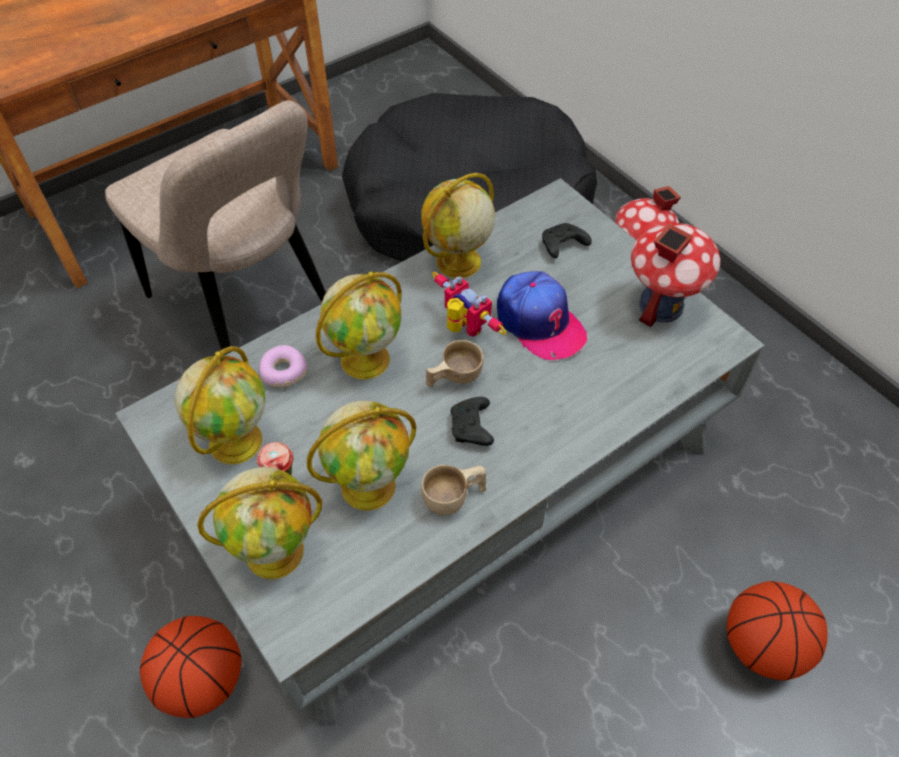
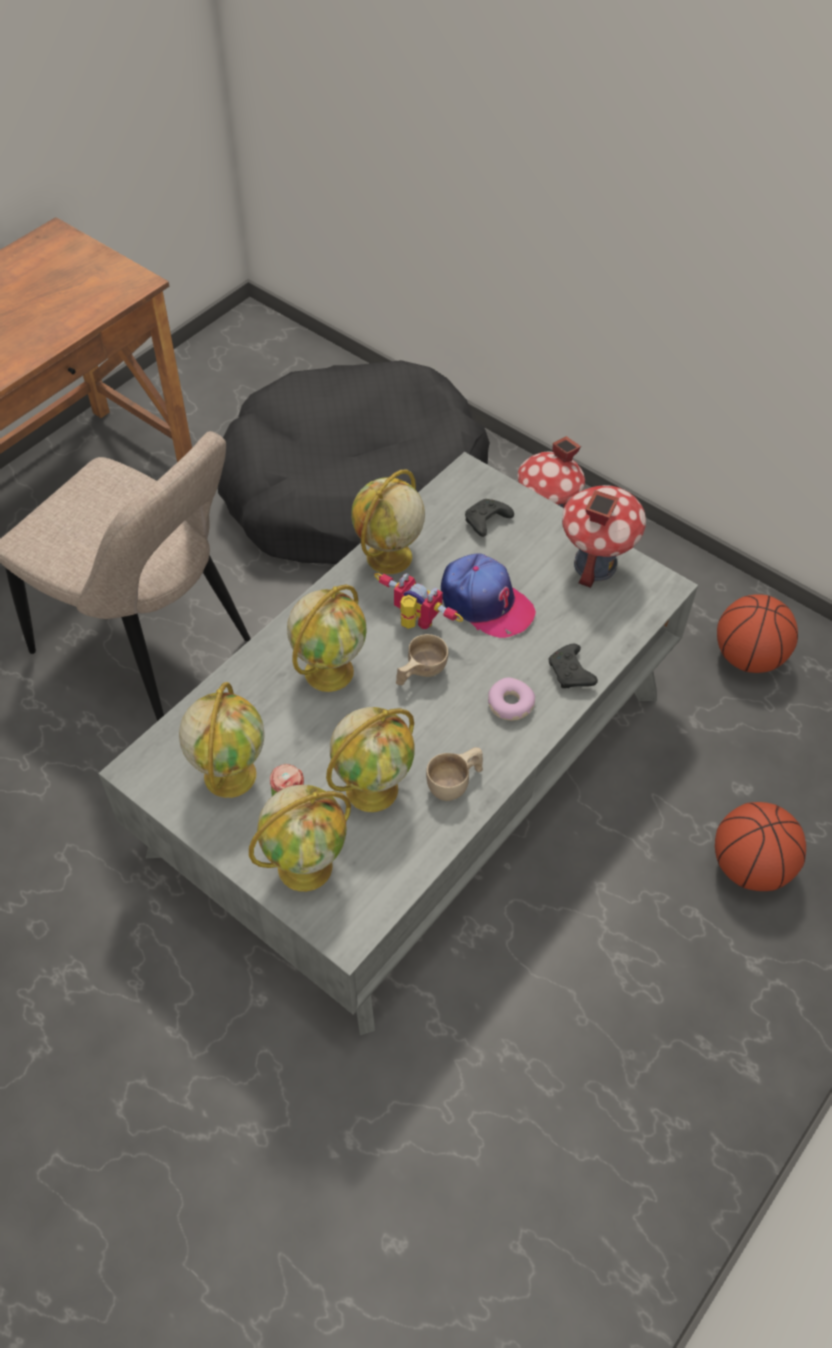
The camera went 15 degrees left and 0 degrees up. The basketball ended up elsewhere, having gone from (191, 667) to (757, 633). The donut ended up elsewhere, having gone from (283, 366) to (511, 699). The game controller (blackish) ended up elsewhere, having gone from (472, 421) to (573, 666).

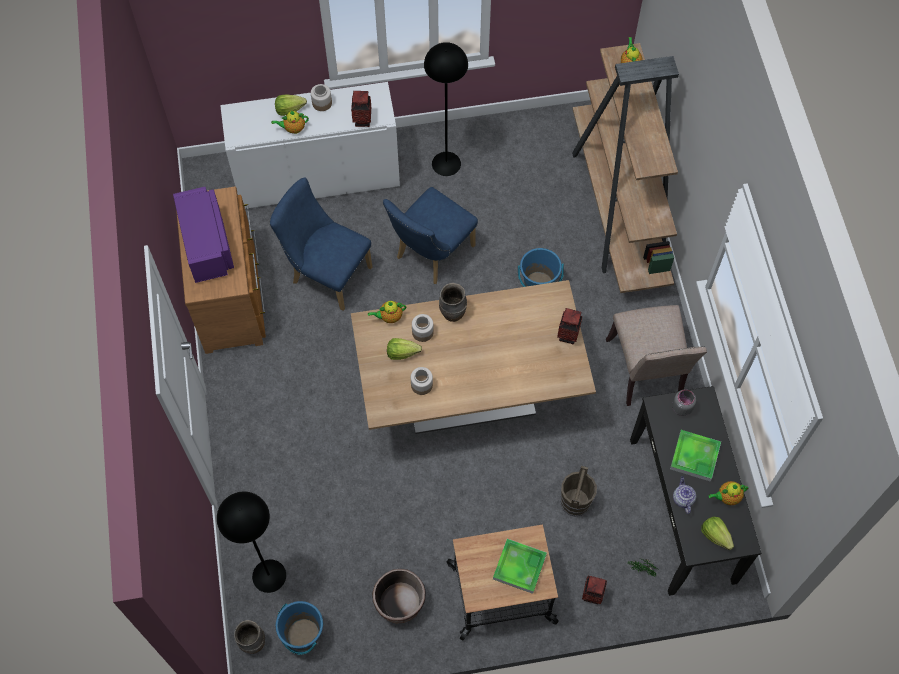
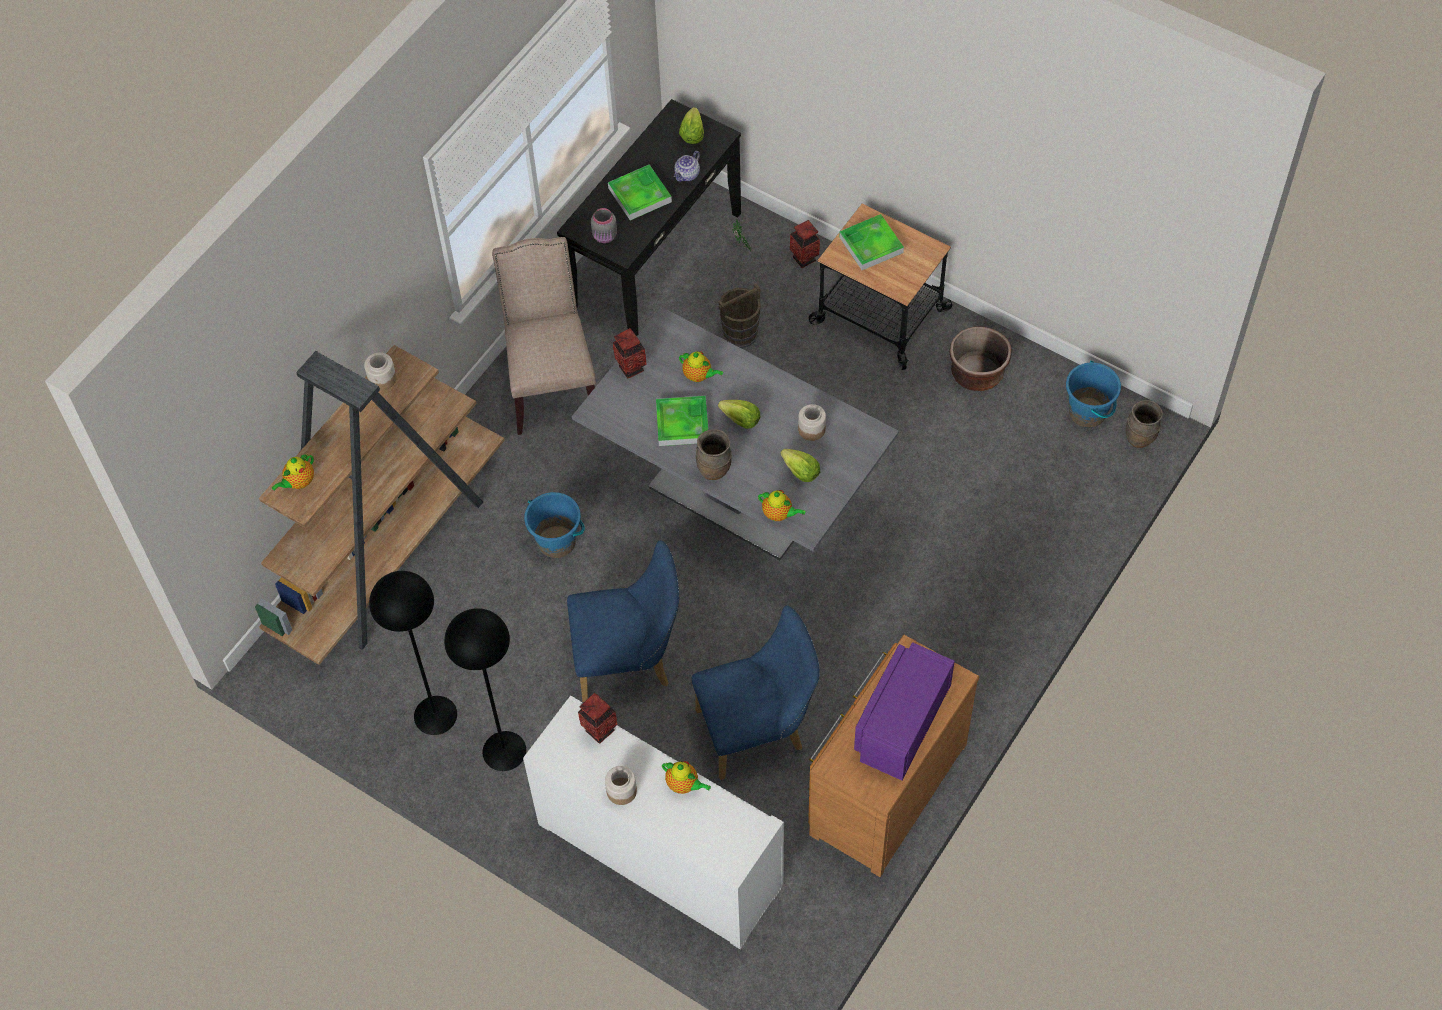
The camera went 135 degrees left and 5 degrees down. The second view gained the tray at (682, 421). The standing lamp (blackish) ended up elsewhere, having gone from (251, 542) to (413, 653). The lettuce ended up elsewhere, having gone from (291, 105) to (739, 414). The storage jar ended up elsewhere, having gone from (423, 328) to (380, 371). The pot for tea ended up elsewhere, having gone from (728, 493) to (701, 366). What was the kitchen table (brown) at (473, 357) turned into the kitchen table (gray) at (735, 433). The upright chair (blue) at (321, 244) ended up facing another way, 90 degrees counterclockwise from before. The upright chair (beige-coloured) at (656, 355) ended up facing another way, 45 degrees counterclockwise from before.

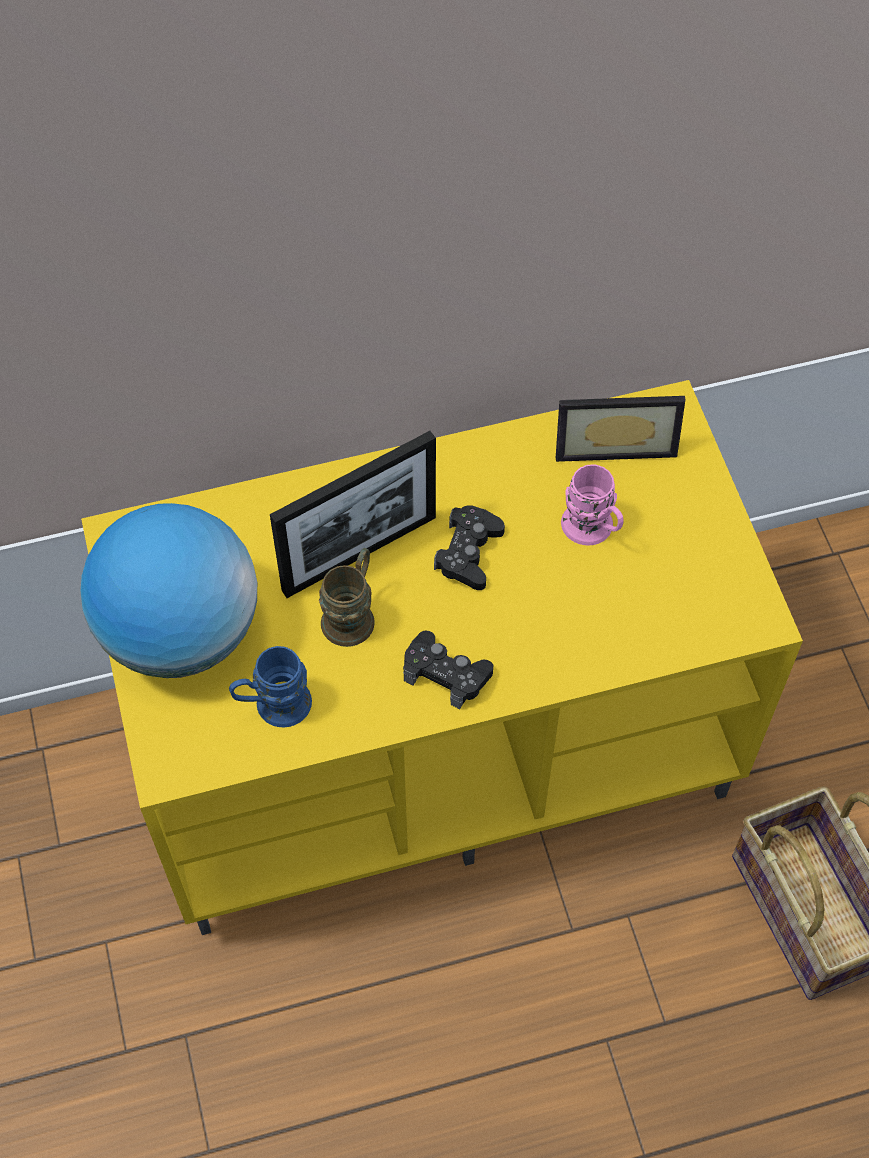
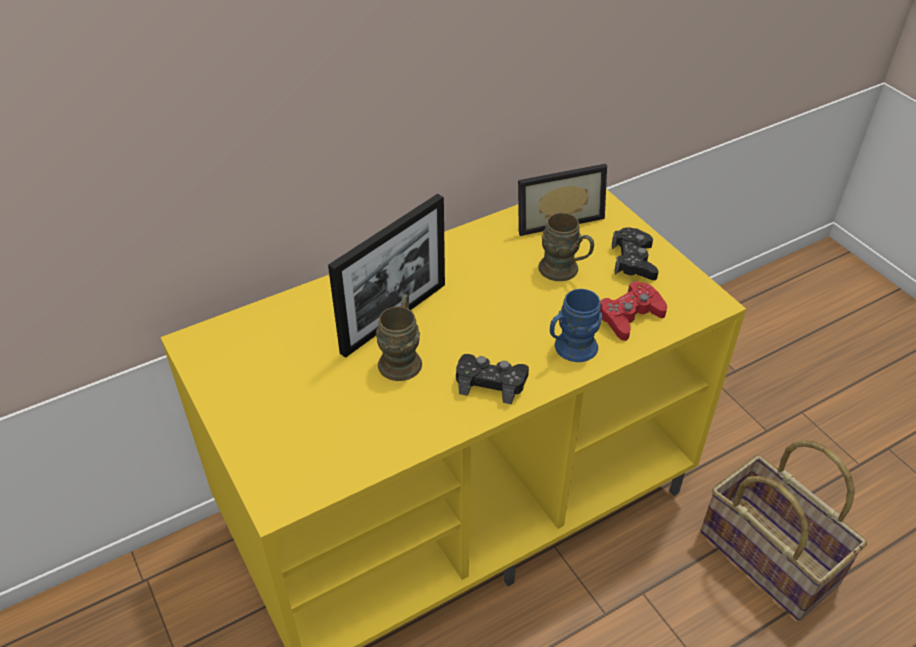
The camera went 15 degrees left and 15 degrees down. The second view lost the desk globe at (169, 590). The second view gained the game controller (reddish) at (633, 311). The mug (blue) ended up elsewhere, having gone from (270, 686) to (576, 325). The game controller (blackish) ended up elsewhere, having gone from (469, 547) to (635, 253). What was the mug (pinkish) at (592, 505) turned into the mug (brown) at (566, 247).

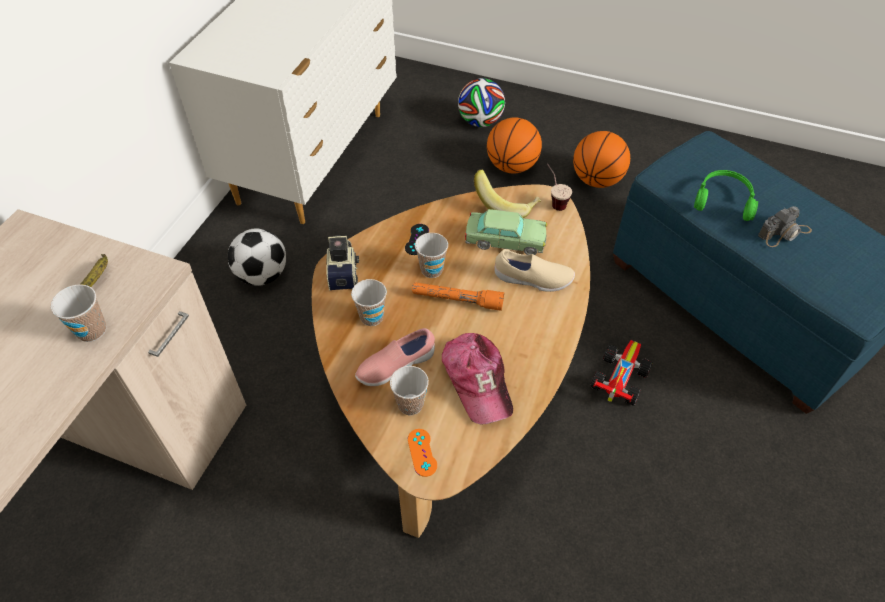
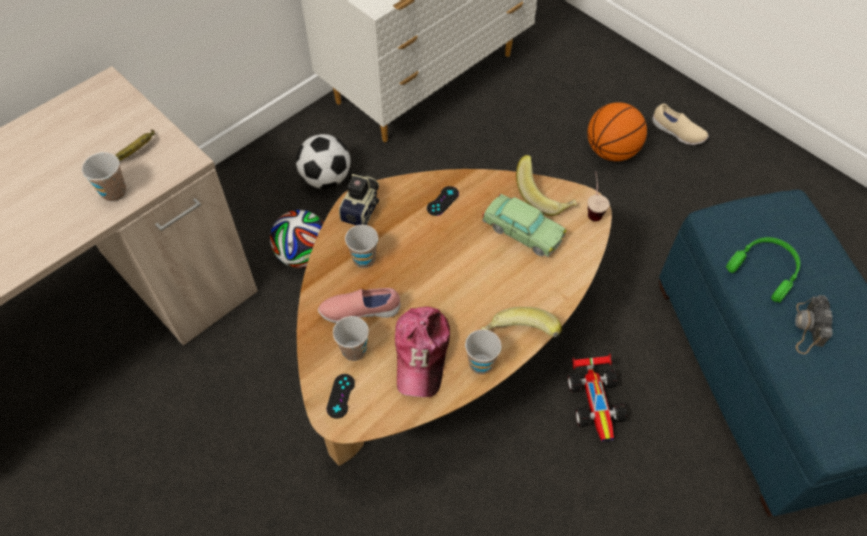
The camera went 25 degrees right and 5 degrees up. The second view lost the hand torch (orange-coloured) at (458, 296). The second view lost the basketball at (601, 159). The second view gained the banana at (521, 322). The drinking cup ended up elsewhere, having gone from (431, 255) to (483, 351). The football ended up elsewhere, having gone from (481, 102) to (297, 239). The low shoe (beige-coloured) ended up elsewhere, having gone from (534, 270) to (680, 124). What was the game controller (orange-coloured) at (422, 453) turned into the game controller (blackish) at (340, 396). The model car at (621, 373) ended up facing another way, 120 degrees clockwise from before. The photo camera at (785, 226) ended up facing another way, 105 degrees clockwise from before.

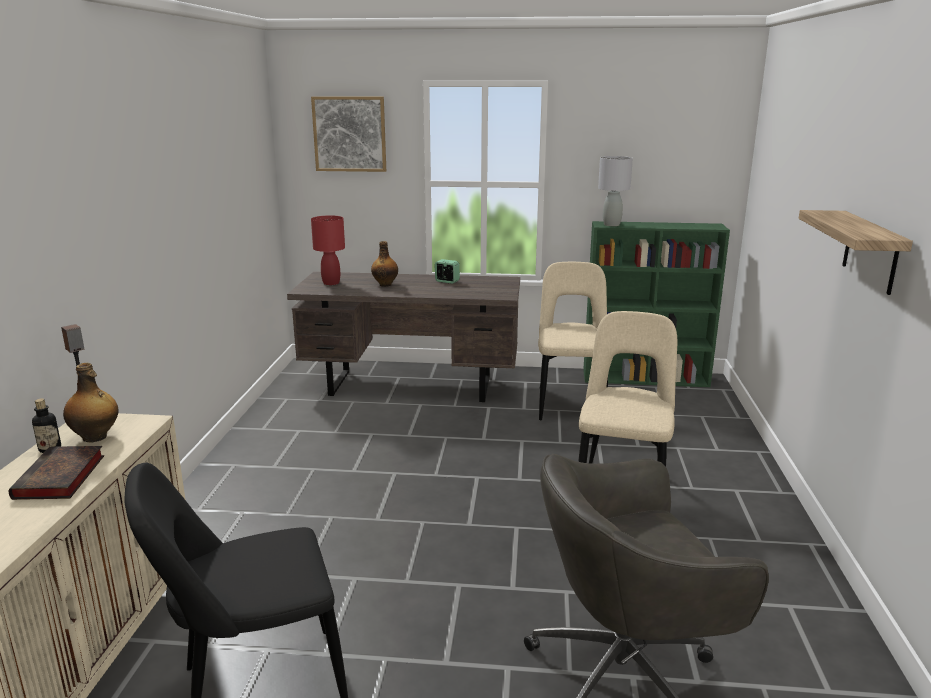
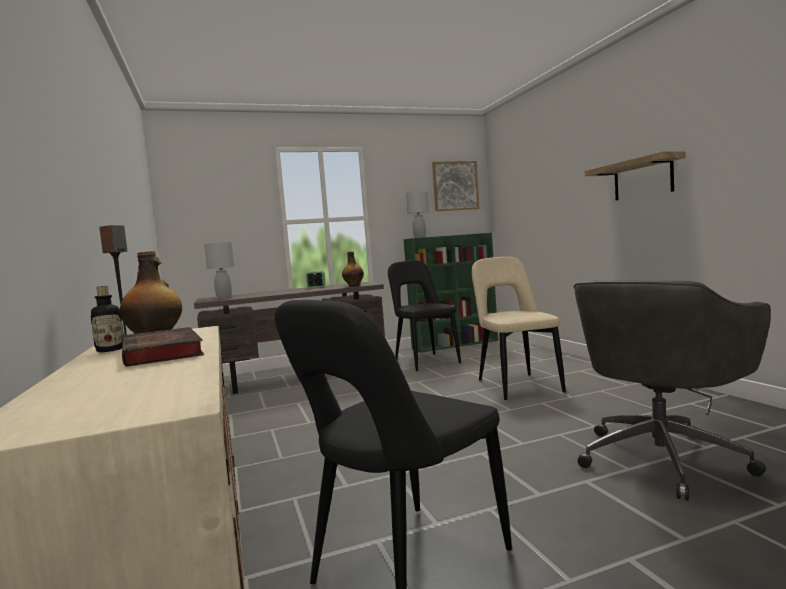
The camera went 25 degrees left and 15 degrees down. The picture ended up elsewhere, having gone from (348, 134) to (456, 186). The drink bottle ended up elsewhere, having gone from (384, 264) to (353, 269). What was the table lamp (reddish) at (328, 250) turned into the table lamp (gray) at (219, 270). What was the upright chair (beige-coloured) at (573, 341) turned into the upright chair (blackish) at (424, 316).

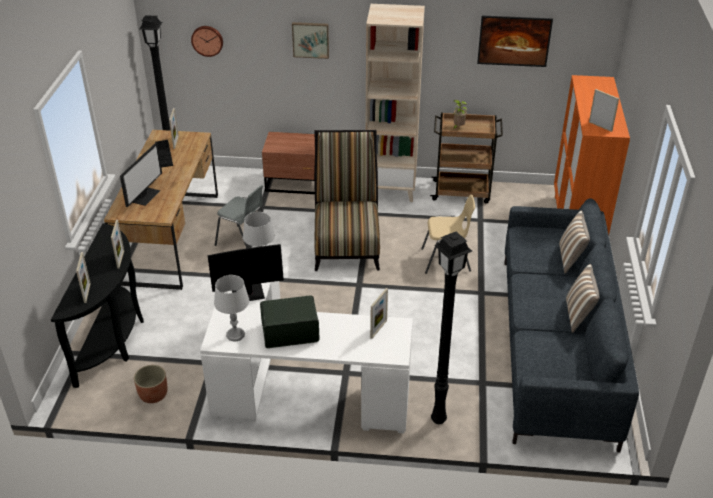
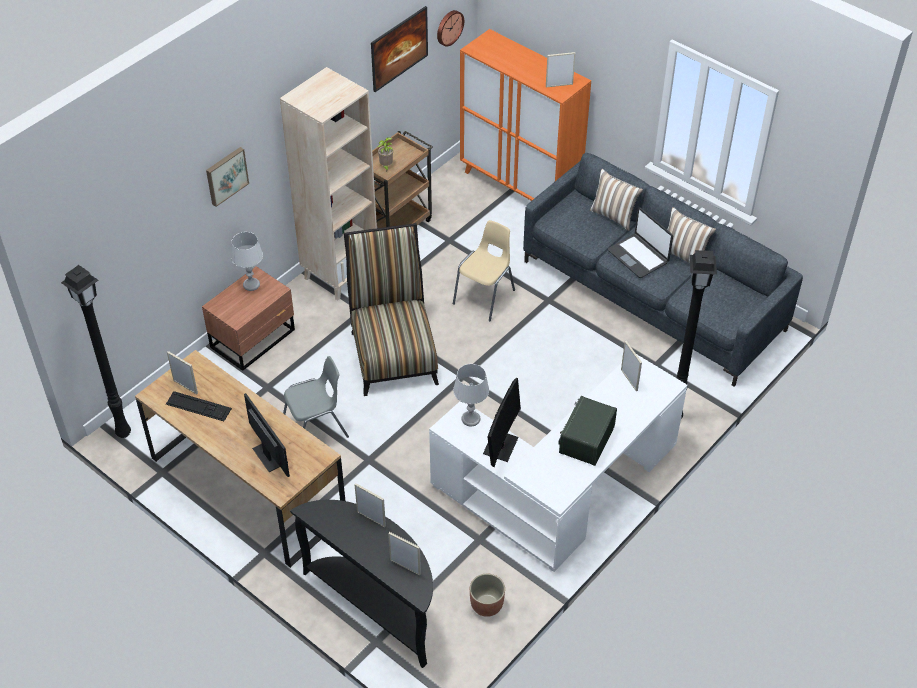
The camera went 55 degrees left and 10 degrees up. The second view gained the laptop at (640, 242). The clock on the wall ended up elsewhere, having gone from (207, 41) to (450, 28). The table lamp (gray) ended up elsewhere, having gone from (232, 308) to (247, 261). The upright chair at (347, 200) ended up facing another way, 45 degrees clockwise from before.

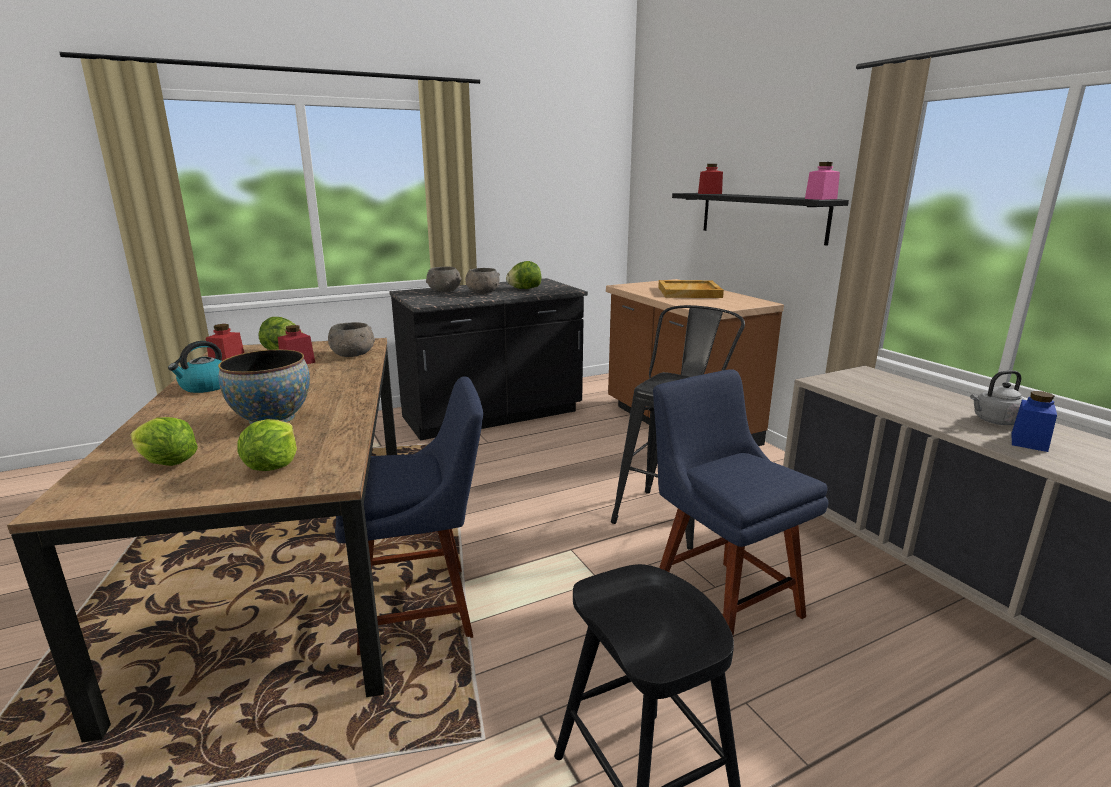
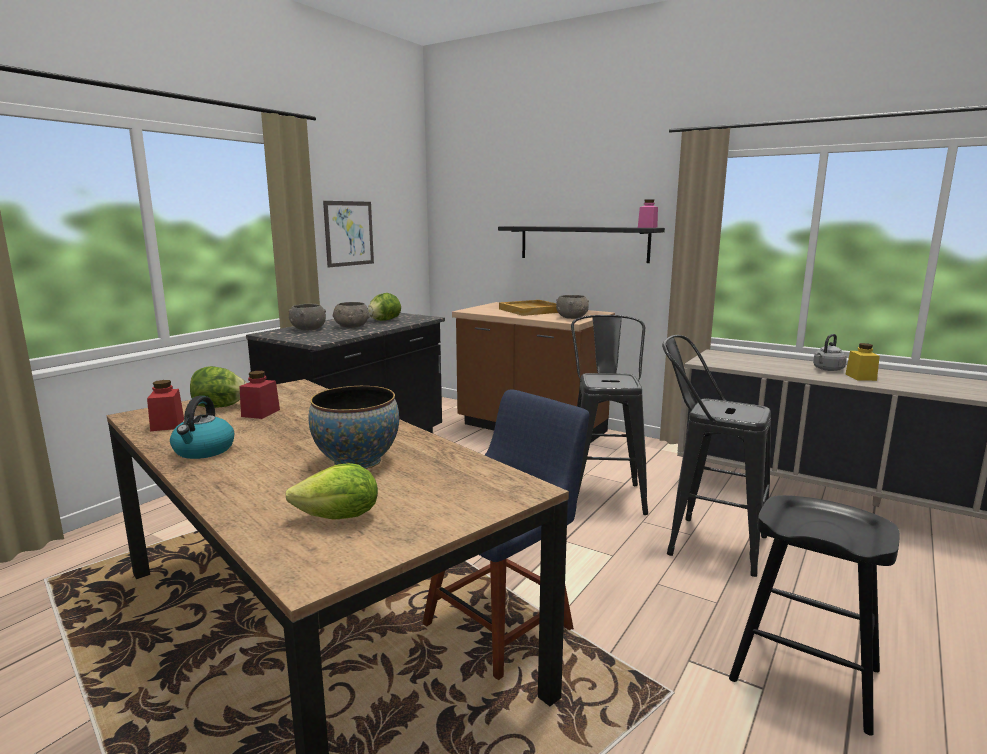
The camera went 30 degrees left and 5 degrees down. The second view lost the lettuce at (267, 445). The second view lost the storage jar (reddish) at (710, 179). The second view gained the picture at (348, 234). The bowl (gray) ended up elsewhere, having gone from (351, 339) to (572, 307). Where the upright chair (blue) stood at (740, 502), the sitting stool (blackish) came to stand at (716, 456). What was the storage jar (blue) at (1034, 421) turned into the storage jar (yellow) at (863, 362).

